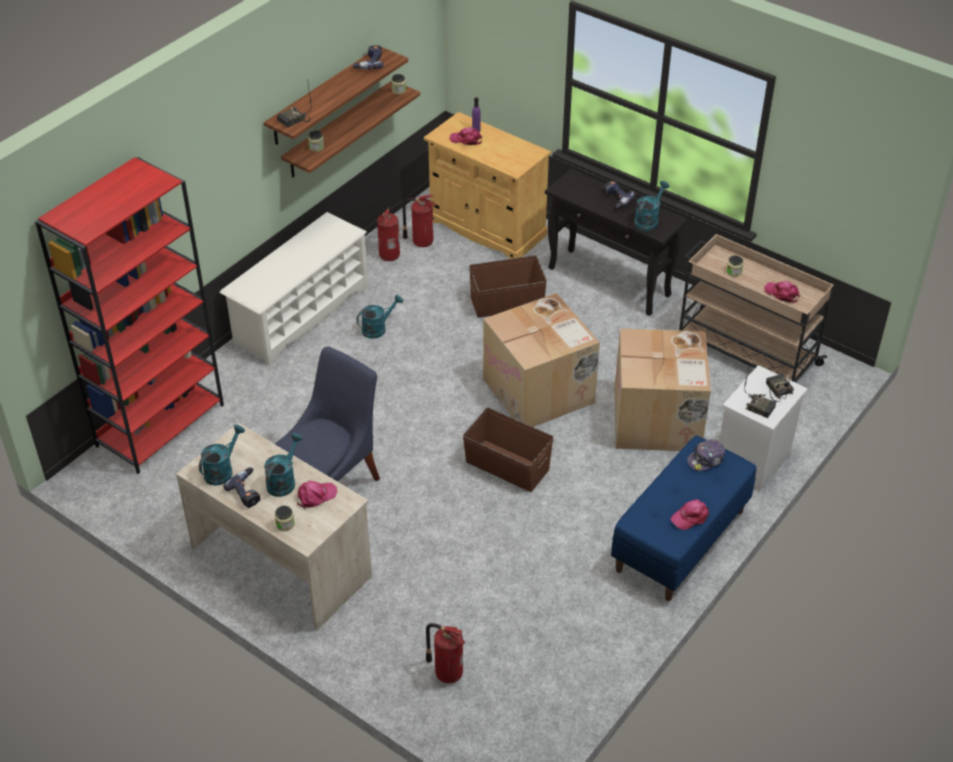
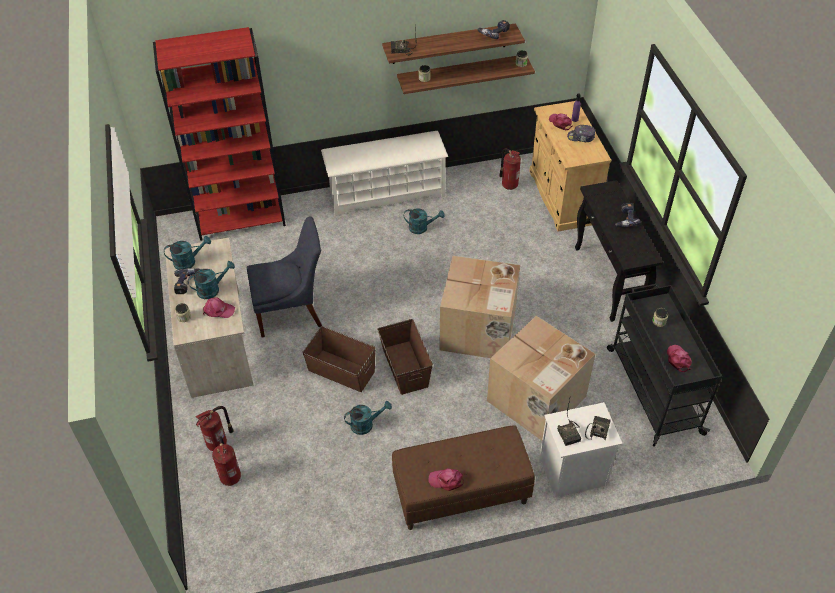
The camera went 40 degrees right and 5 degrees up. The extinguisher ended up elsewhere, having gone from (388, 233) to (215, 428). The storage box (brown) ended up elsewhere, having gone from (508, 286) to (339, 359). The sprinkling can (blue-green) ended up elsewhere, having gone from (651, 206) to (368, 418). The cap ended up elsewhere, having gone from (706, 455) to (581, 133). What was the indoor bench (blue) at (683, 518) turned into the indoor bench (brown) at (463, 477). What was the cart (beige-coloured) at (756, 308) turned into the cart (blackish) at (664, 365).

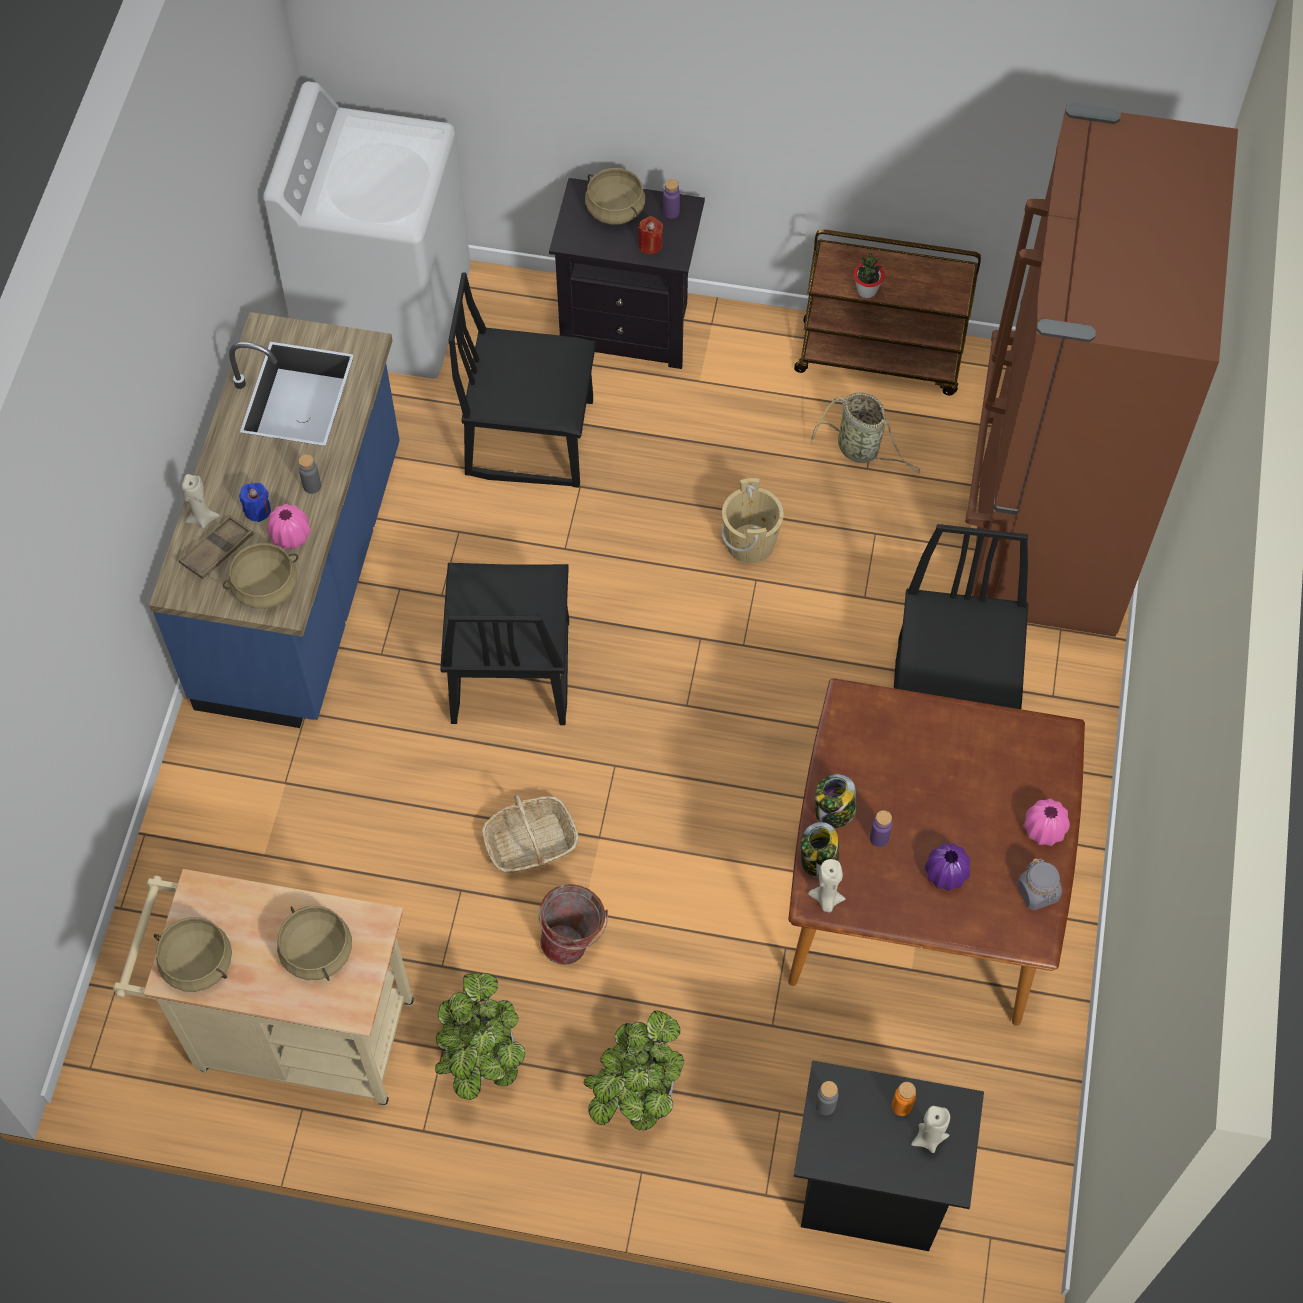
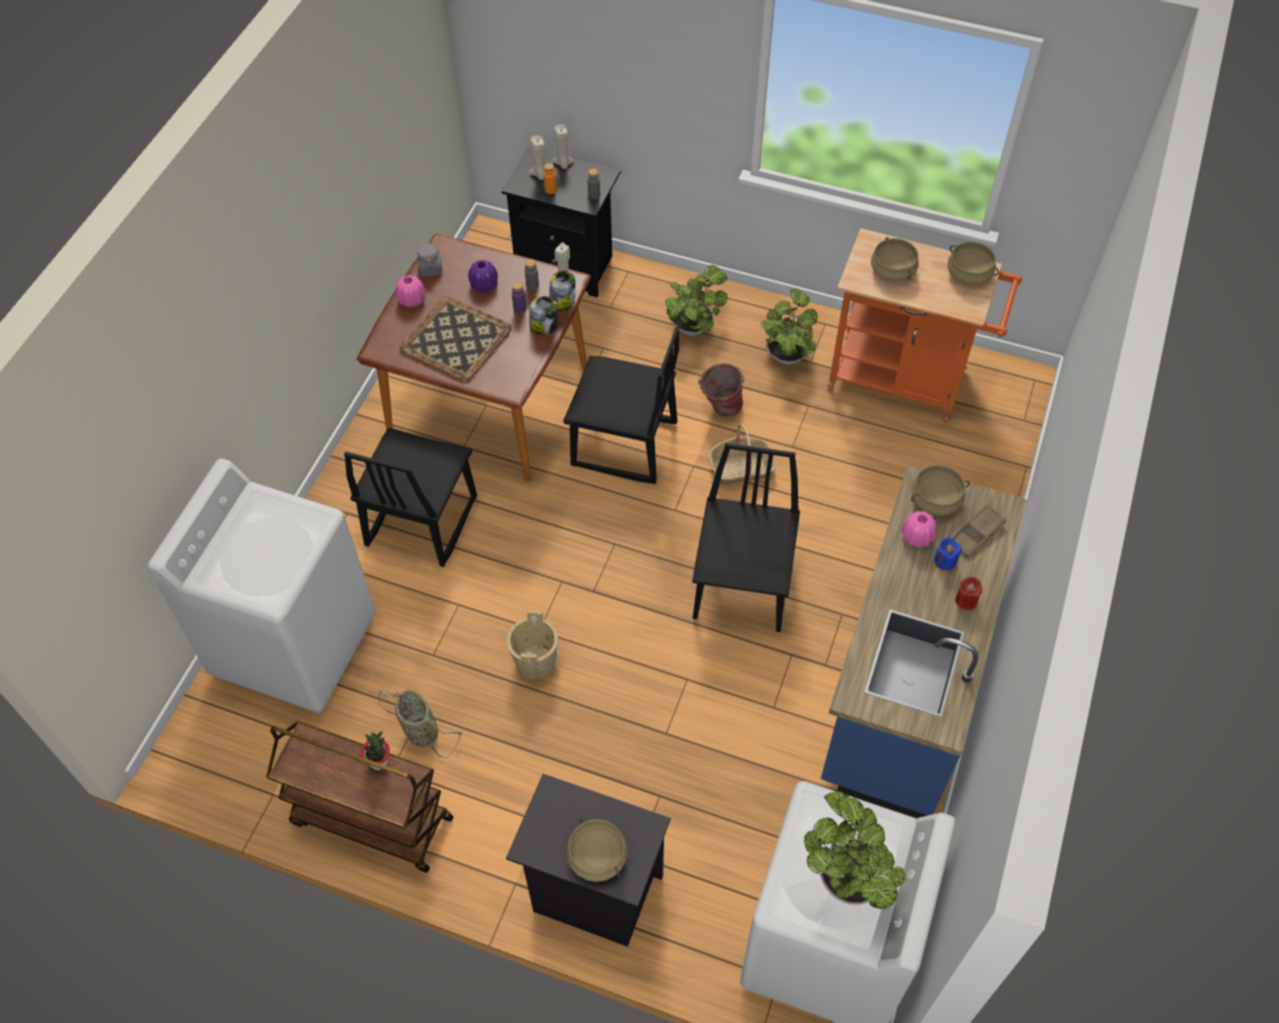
The camera went 170 degrees left and 5 degrees down. The second view lost the drink bottle (purple-coloured) at (671, 199). The second view gained the tray at (456, 339). The second view gained the plant in a pot at (854, 850). The candle (beige-coloured) ended up elsewhere, having gone from (200, 501) to (563, 147). The drink bottle (gray) ended up elsewhere, having gone from (310, 474) to (532, 275). The upright chair (blackish) ended up elsewhere, having gone from (522, 380) to (621, 405). The candle (reddish) ended up elsewhere, having gone from (650, 235) to (968, 593). Where the refrigerator (brown) stood at (1101, 370), the laundry machine (whitish) came to stand at (262, 585). What was the cart (beige-coloured) at (263, 987) turned into the cart (orange-coloured) at (925, 325).

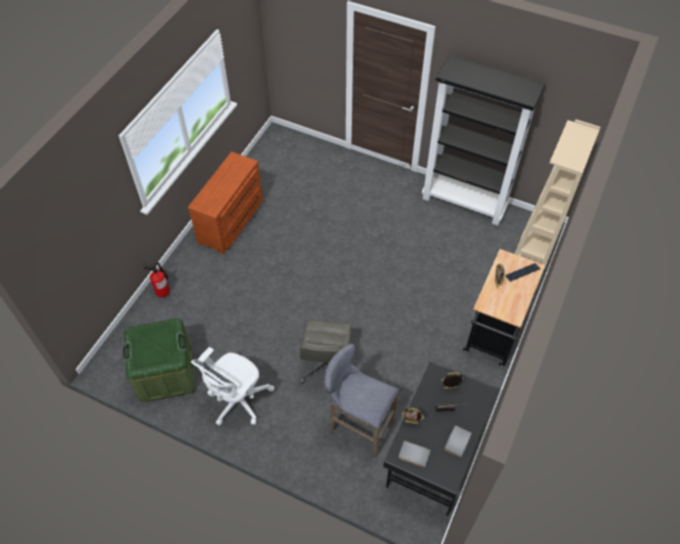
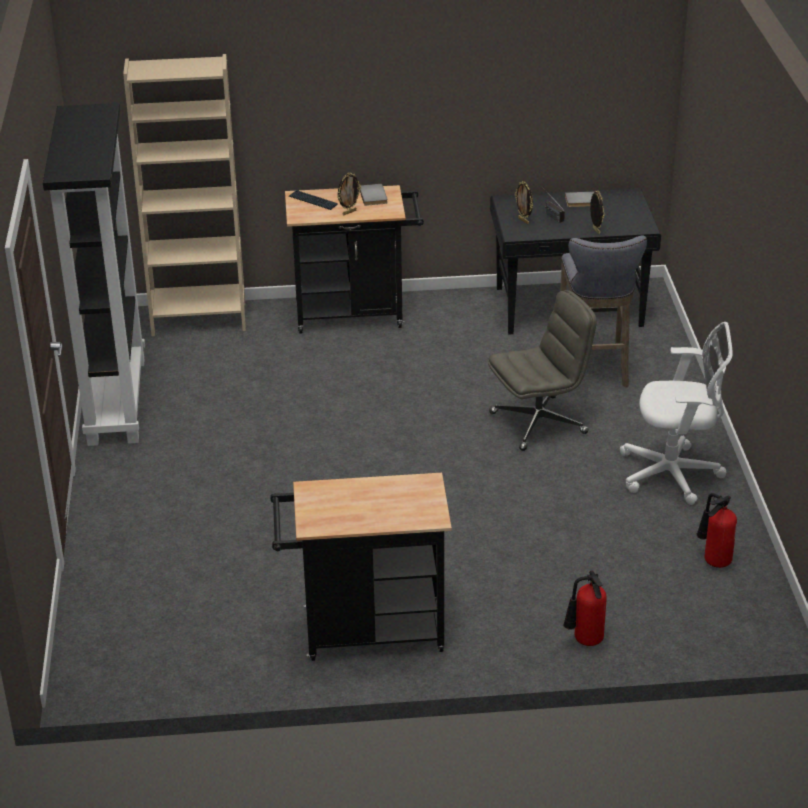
The camera went 120 degrees left and 20 degrees down. The bound book (gray) ended up elsewhere, having gone from (414, 453) to (373, 195). Where the storage box (greenish) stood at (159, 360), the extinguisher came to stand at (716, 530). Where the drawer chest (brown) stood at (225, 203), the cart (blackish) came to stand at (361, 567).

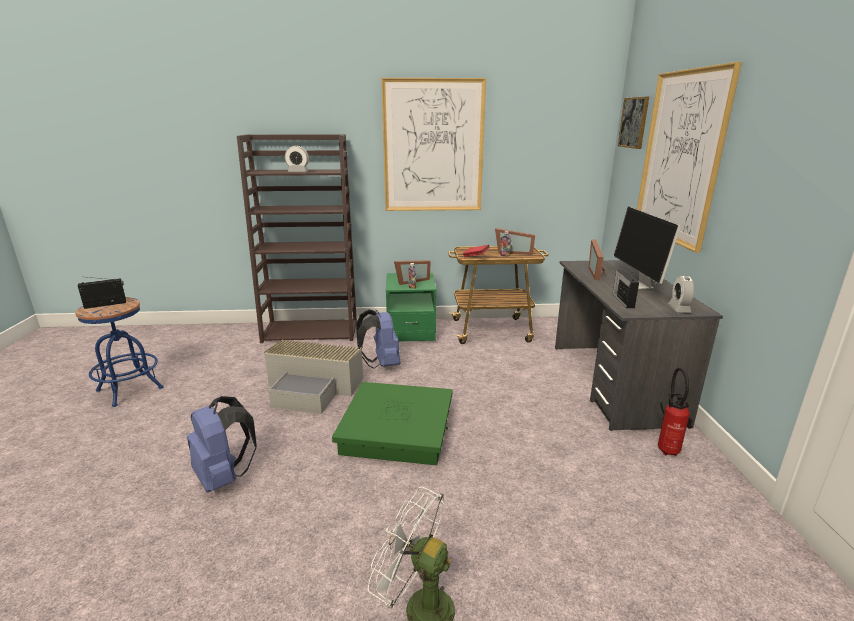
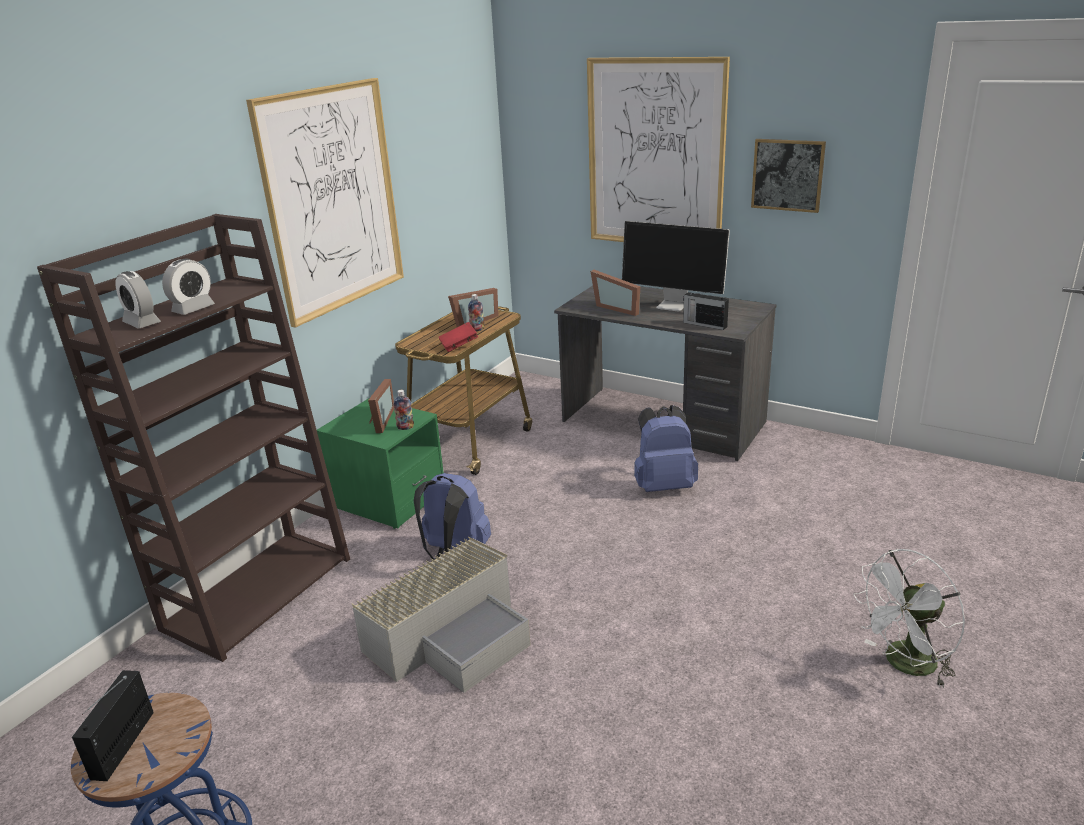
The camera went 55 degrees left and 5 degrees up. The second view lost the storage box (greenish) at (392, 423). The second view lost the extinguisher at (675, 412). The knapsack (blue) ended up elsewhere, having gone from (222, 444) to (666, 448). The picture ended up elsewhere, having gone from (633, 123) to (788, 176). The alarm clock ended up elsewhere, having gone from (681, 294) to (138, 299).

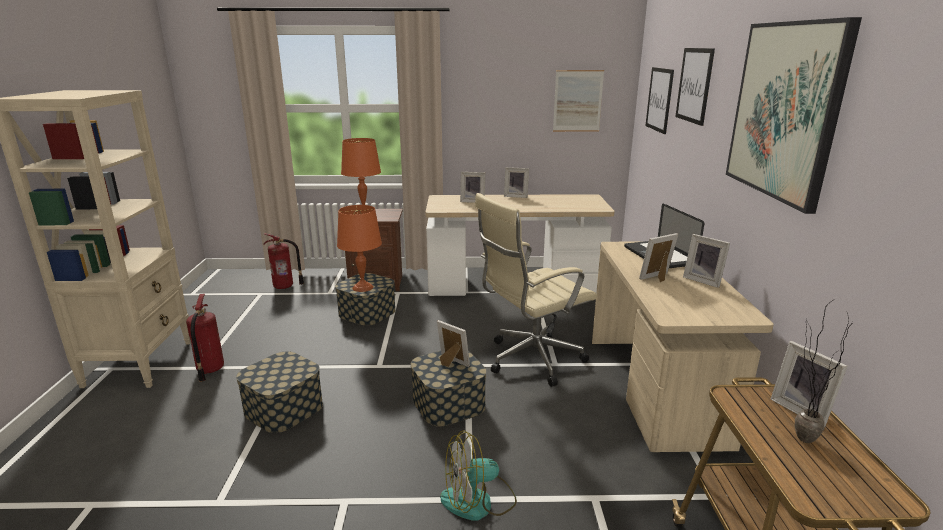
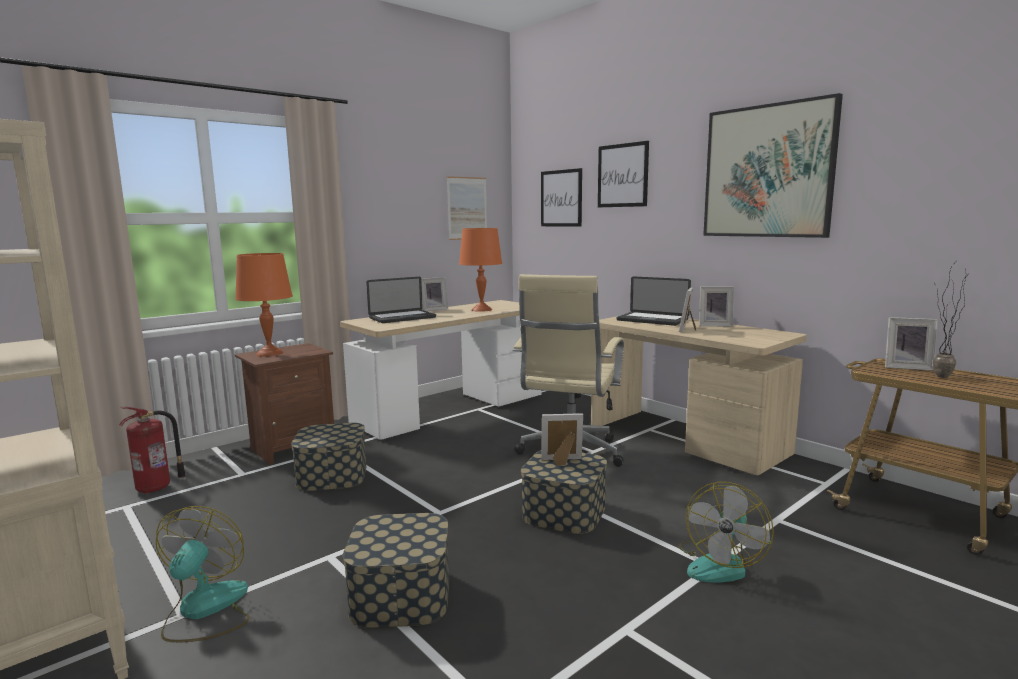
The camera went 40 degrees left and 10 degrees down. The table lamp (orange-coloured) ended up elsewhere, having gone from (359, 248) to (480, 270). Where the extinguisher stood at (205, 338), the electric fan came to stand at (203, 574). Where the standing frame stood at (472, 187), the laptop came to stand at (401, 300).

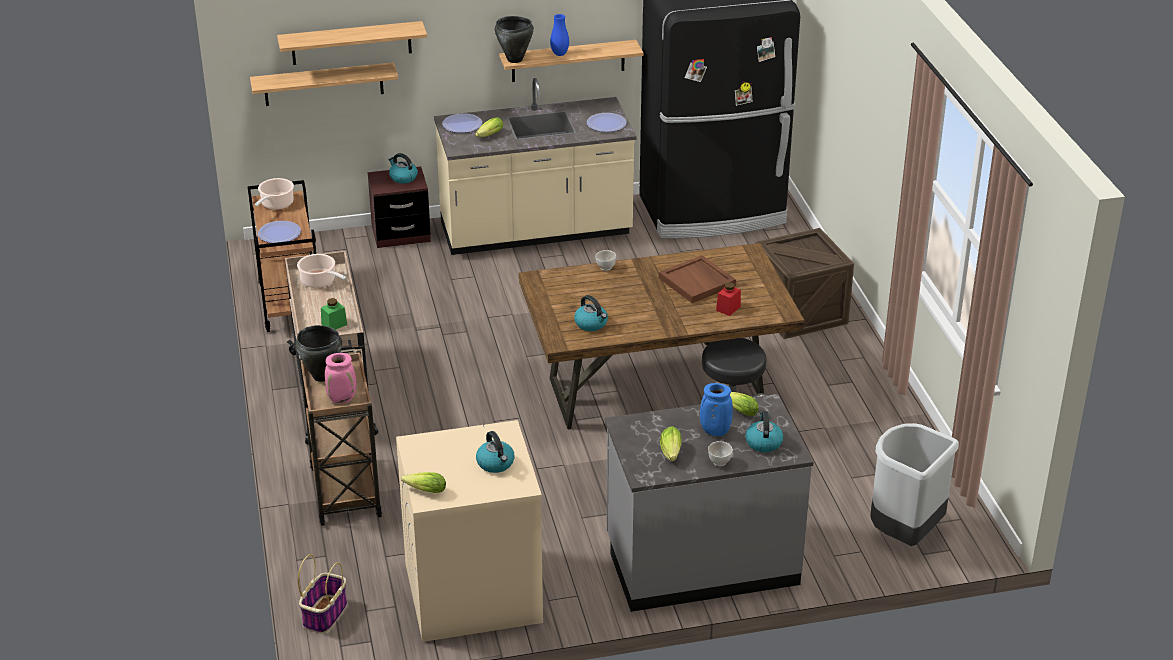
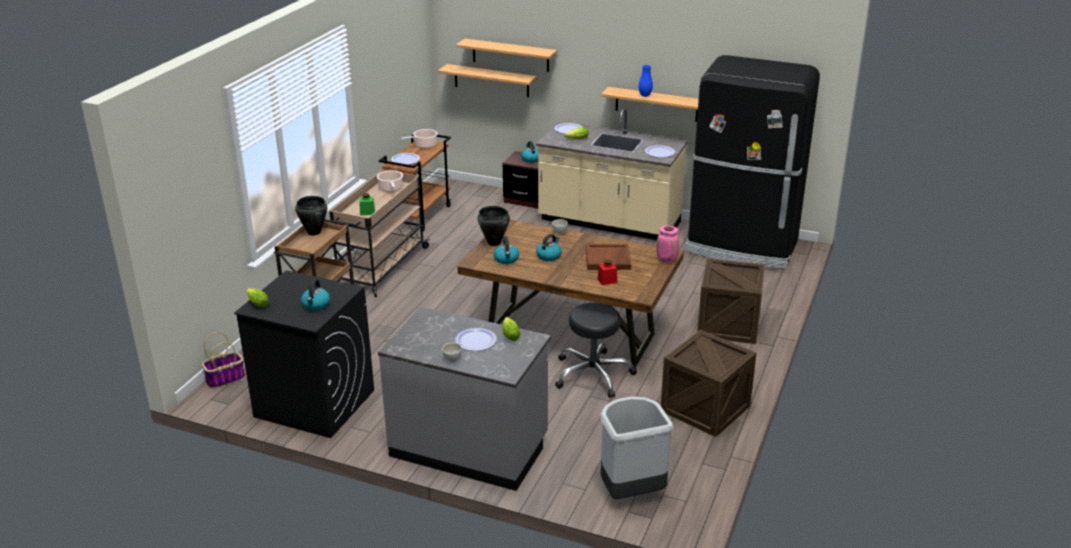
The camera went 35 degrees right and 5 degrees down. The second view lost the lettuce at (671, 443). The second view gained the packing crate at (709, 383). The decorative vase (pinkish) ended up elsewhere, having gone from (341, 378) to (668, 244). The saucepot (blackish) ended up elsewhere, having gone from (514, 39) to (493, 226). The tea kettle ended up elsewhere, having gone from (764, 431) to (549, 247). Where the decorative vase (blue) stood at (716, 409), the flat dish came to stand at (476, 339). What was the laundry machine (beige-coloured) at (469, 531) turned into the laundry machine (blackish) at (304, 354).

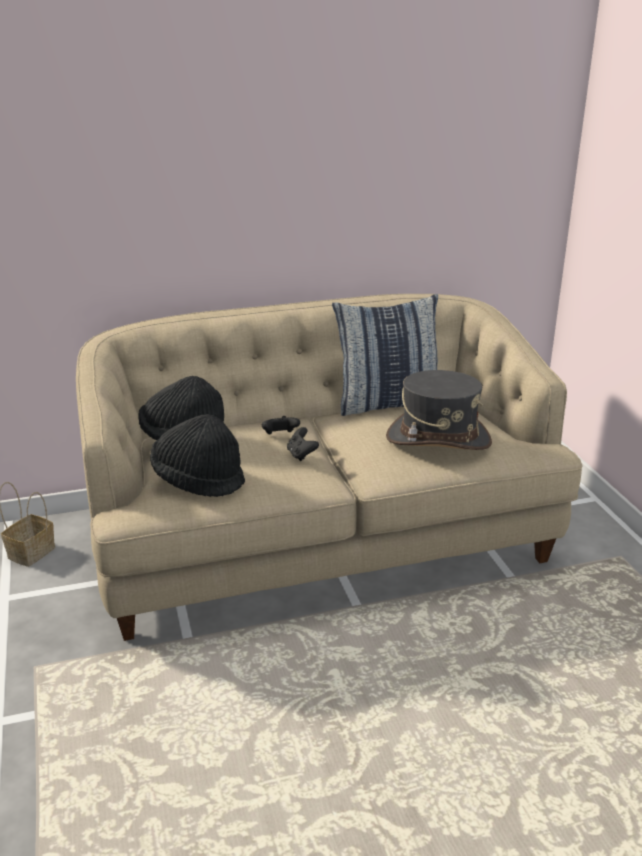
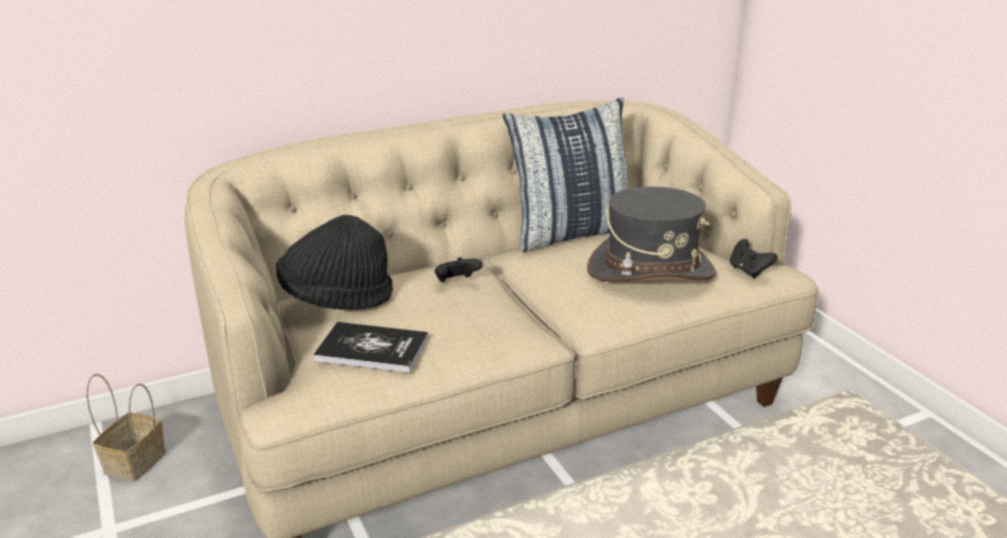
The camera went 10 degrees left and 0 degrees up. The game controller (blackish) ended up elsewhere, having gone from (303, 444) to (754, 258). Where the clothing hat (blackish) stood at (197, 455), the bound book came to stand at (370, 347).

